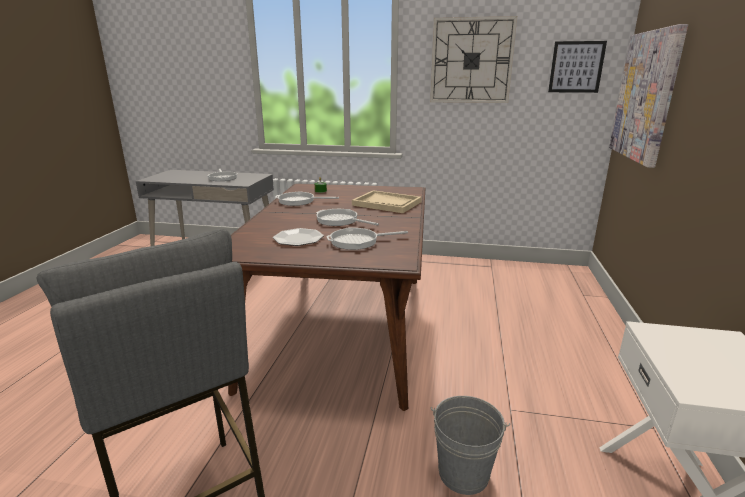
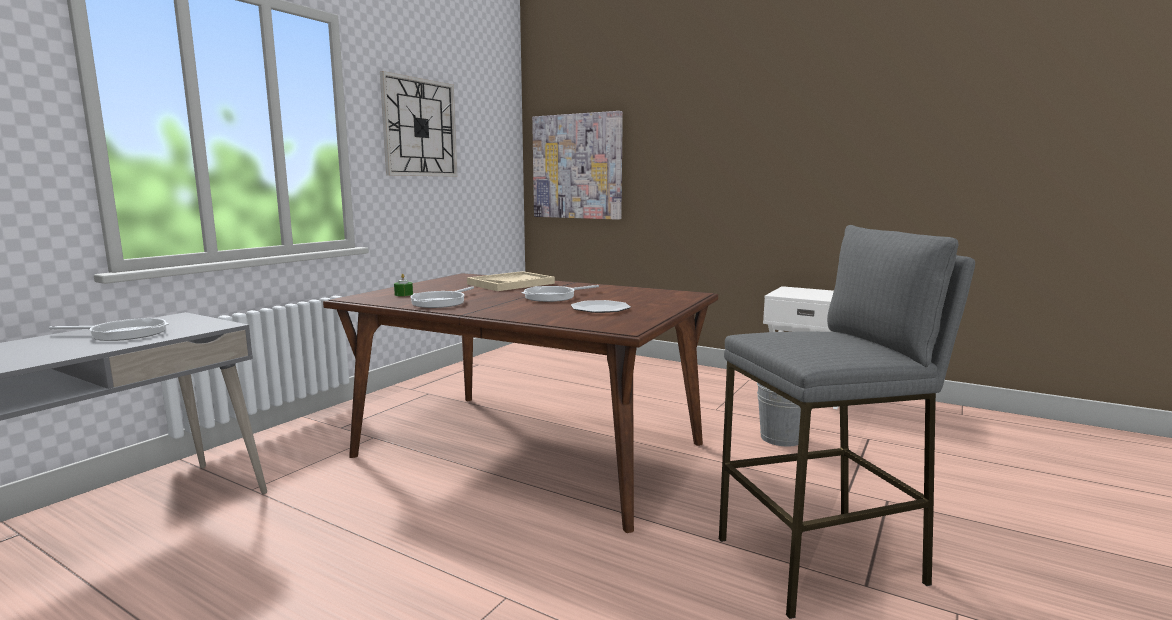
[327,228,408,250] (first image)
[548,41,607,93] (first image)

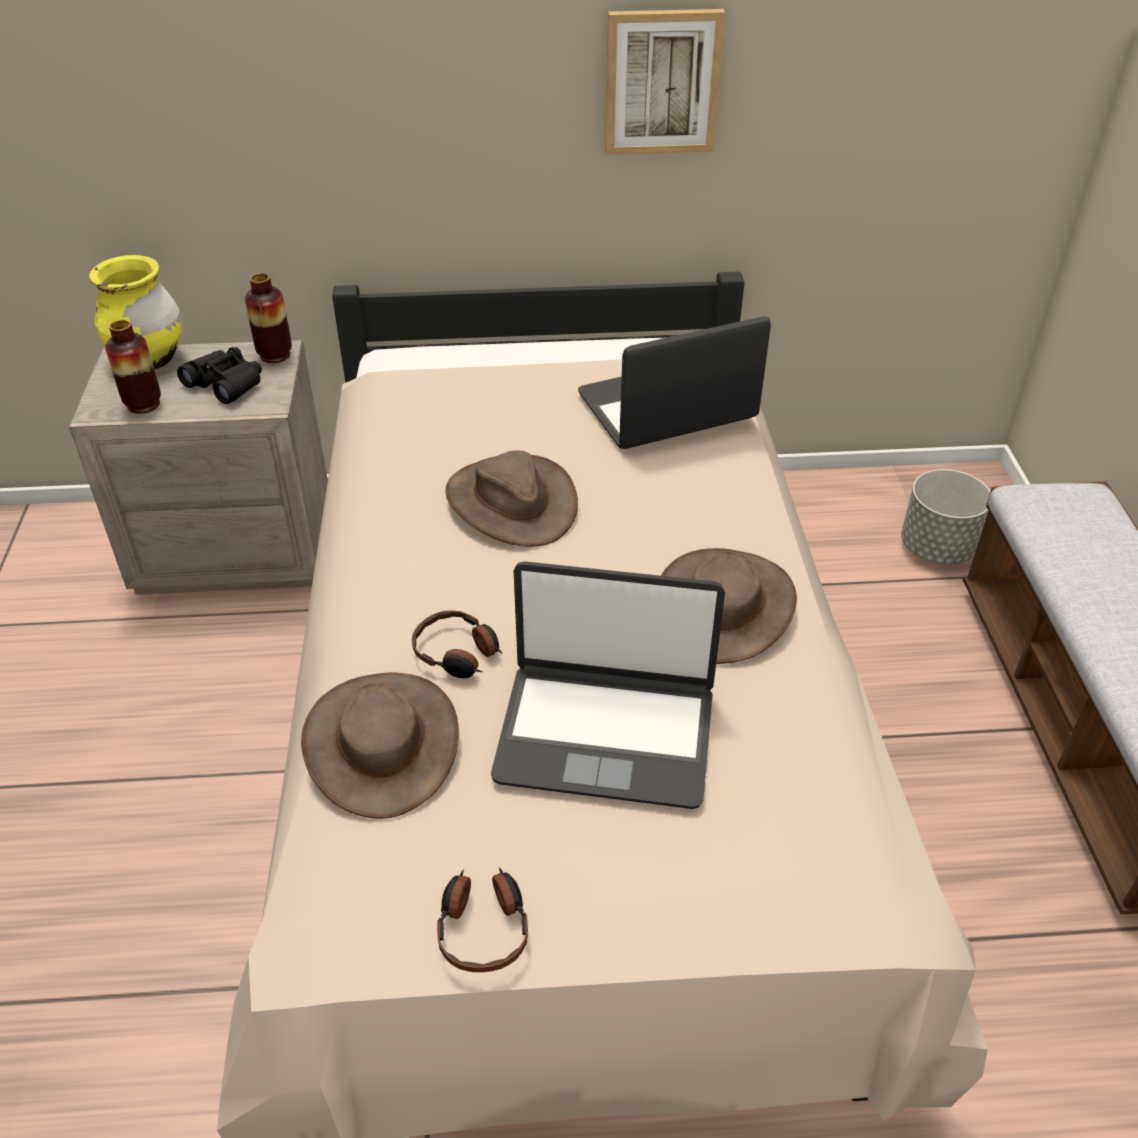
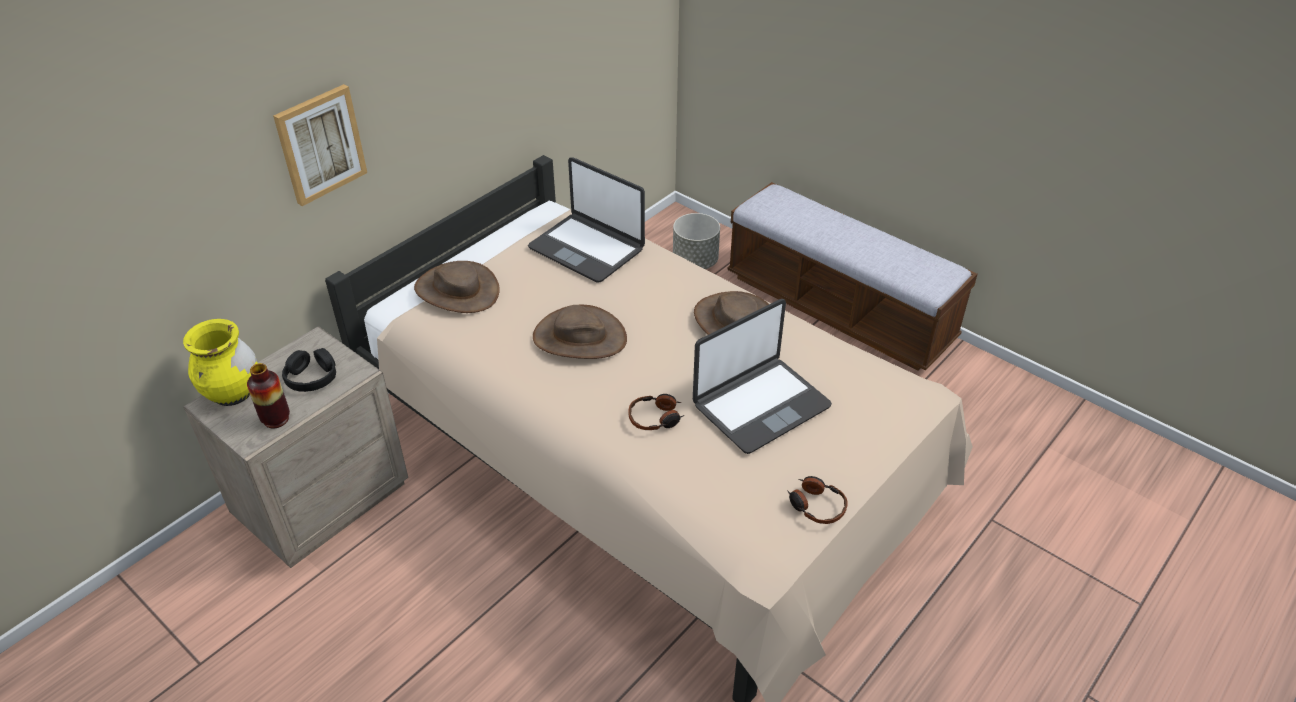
[282,348,336,392]
[245,273,292,363] (first image)
[414,261,500,313]
[528,157,645,283]
[273,84,367,206]

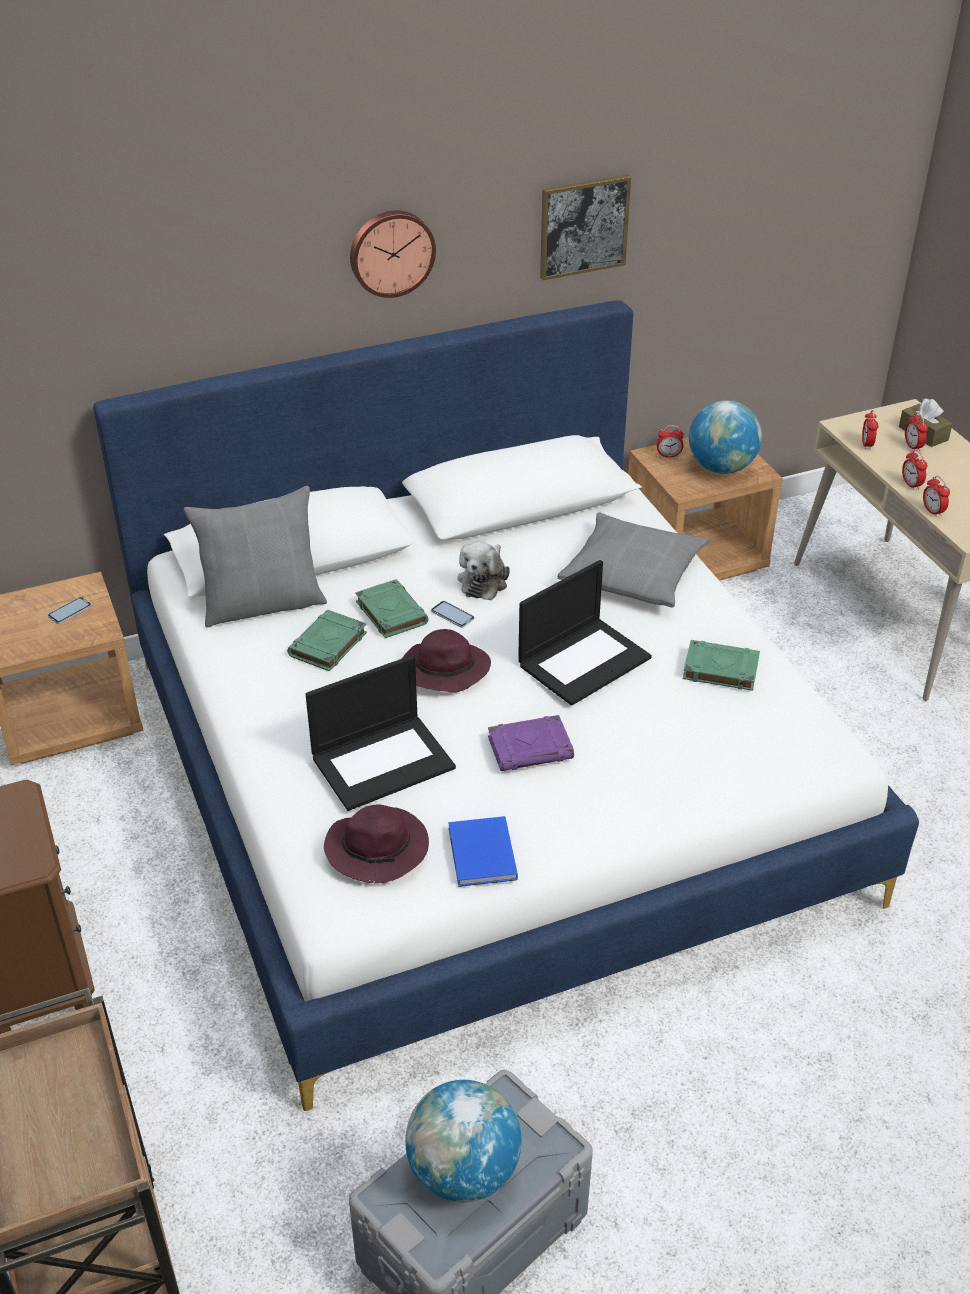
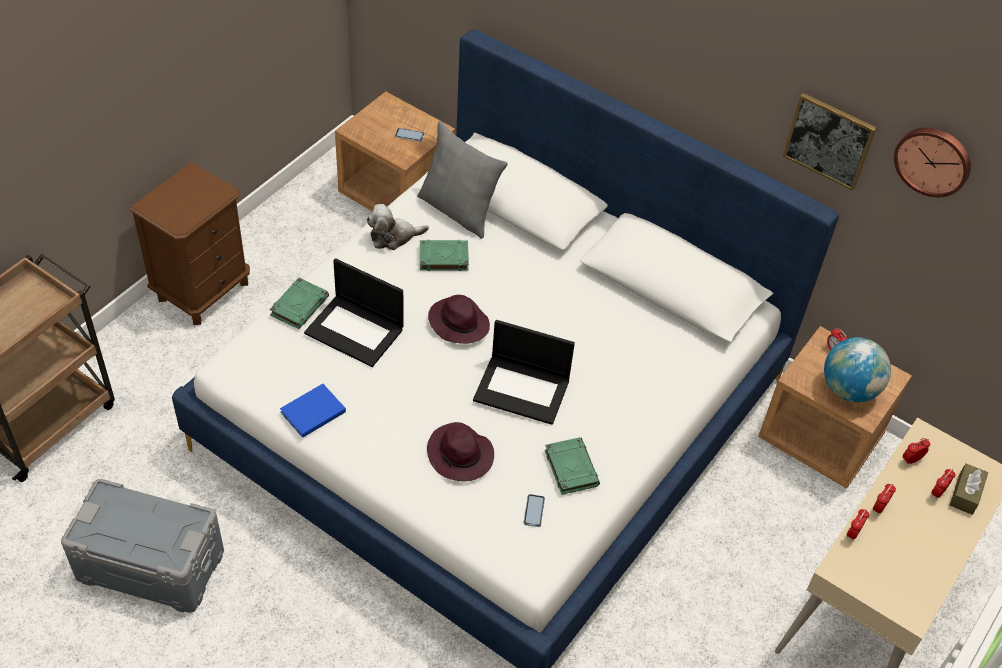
[427,422,494,482]
[894,128,971,197]
[269,278,329,329]
[405,1080,521,1202] (first image)
[524,494,545,527]
[367,204,429,250]
[488,715,574,771] (first image)
[558,512,709,607] (first image)

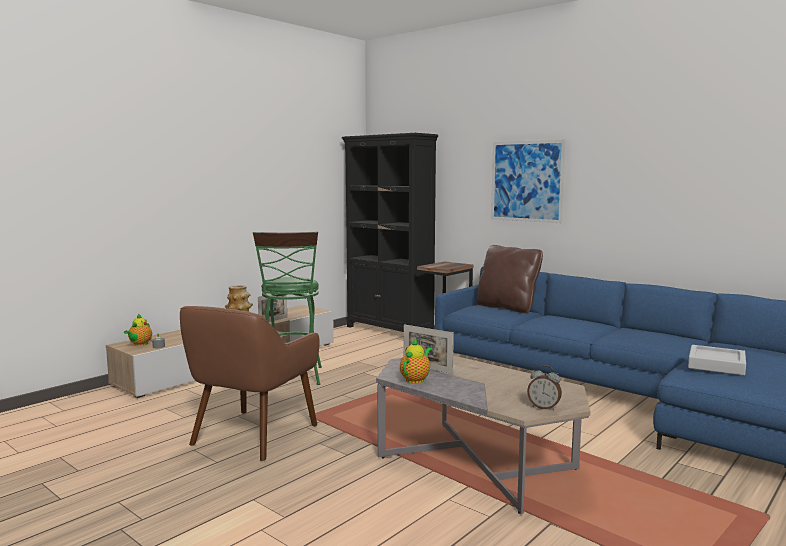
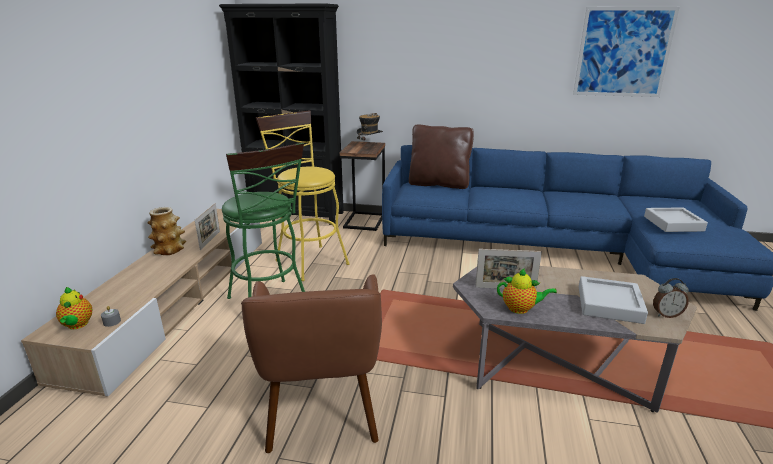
[497,268,557,314]
[573,7,680,97]
[256,110,350,281]
[357,113,383,149]
[579,276,648,324]

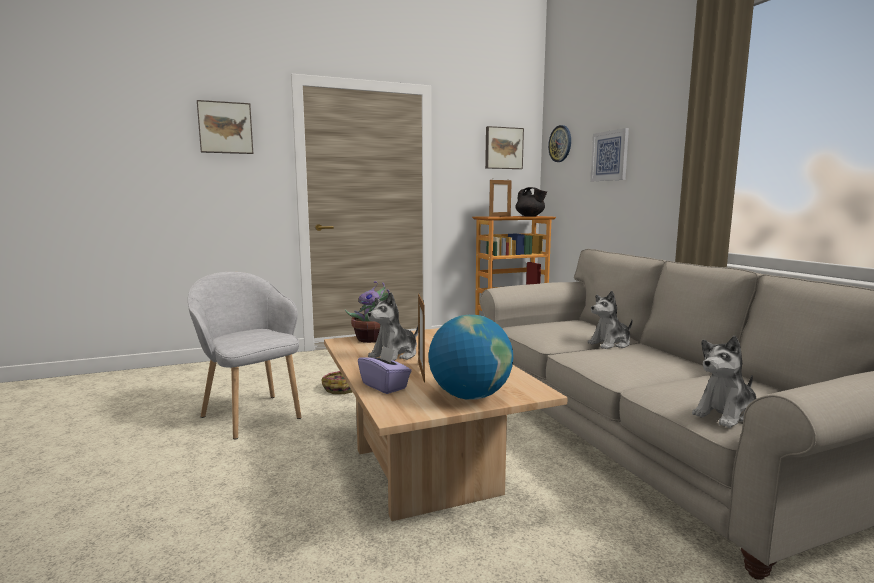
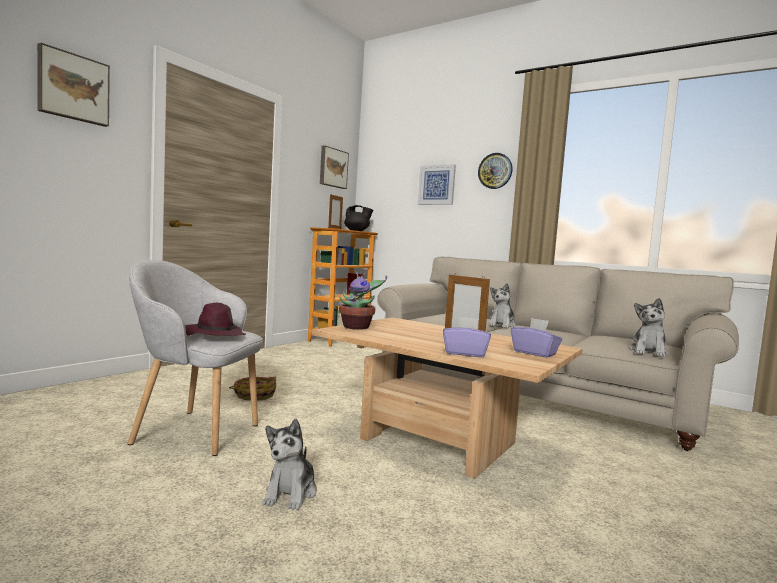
[262,419,317,510]
[511,318,562,357]
[478,153,512,189]
[185,303,245,336]

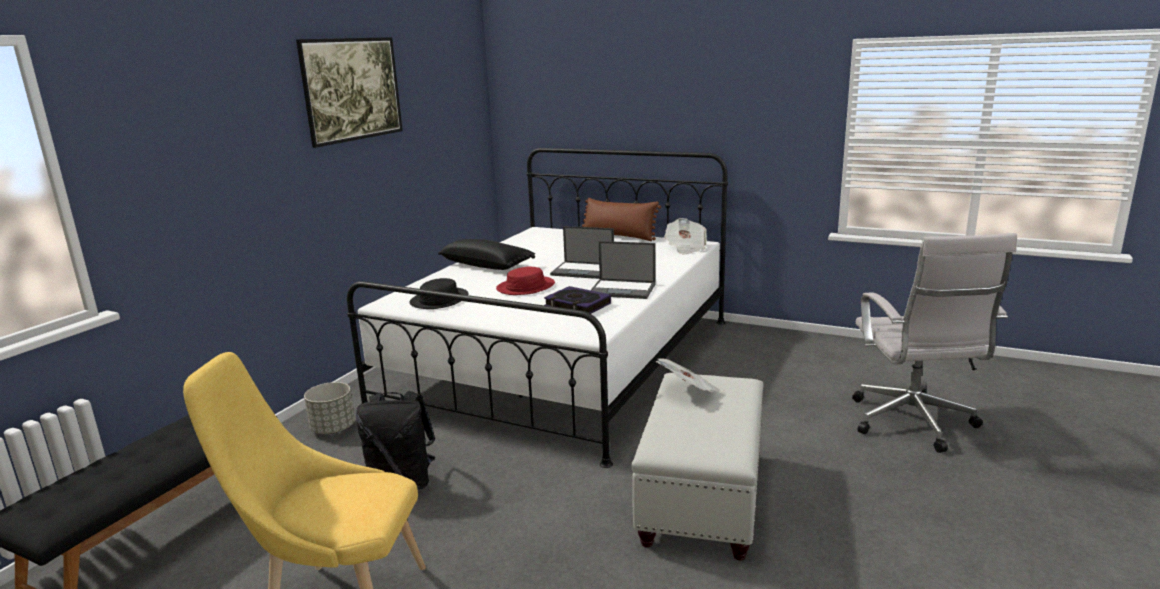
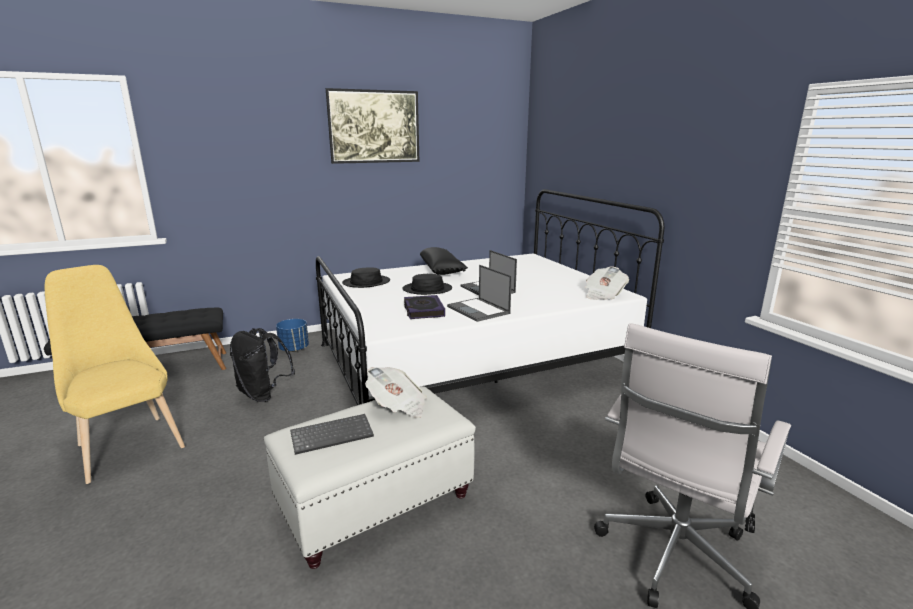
[276,319,309,352]
[402,274,452,295]
[582,198,661,241] (first image)
[290,414,374,455]

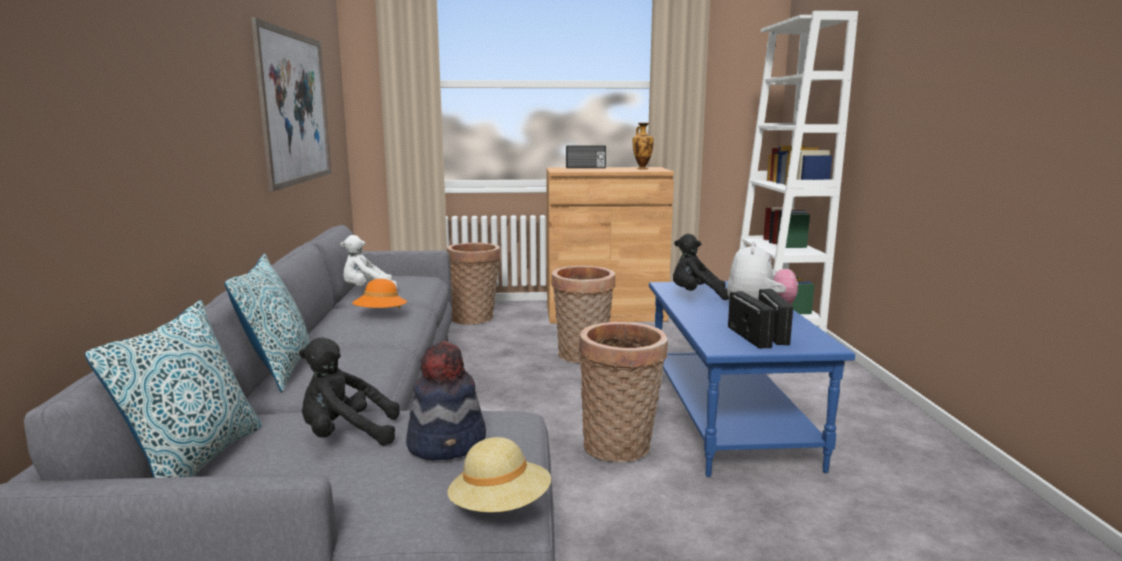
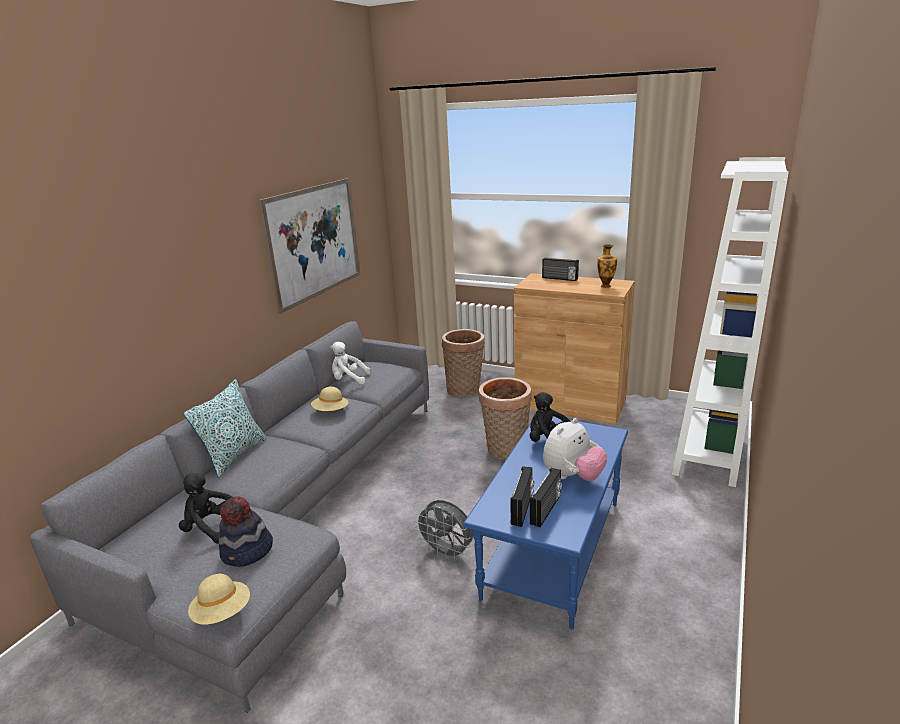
[85,300,262,478] (first image)
[311,387,348,411]
[414,500,473,561]

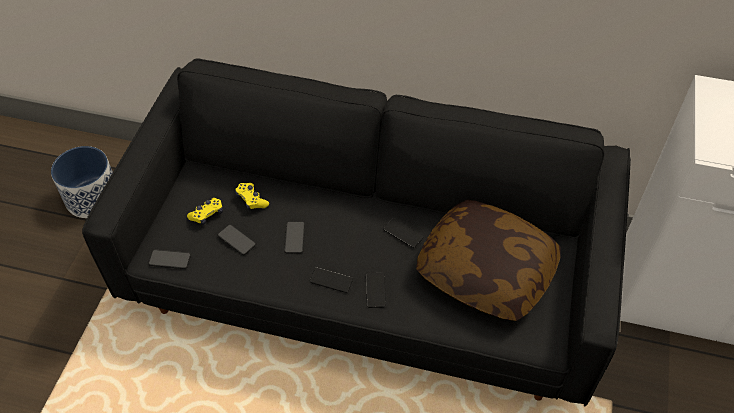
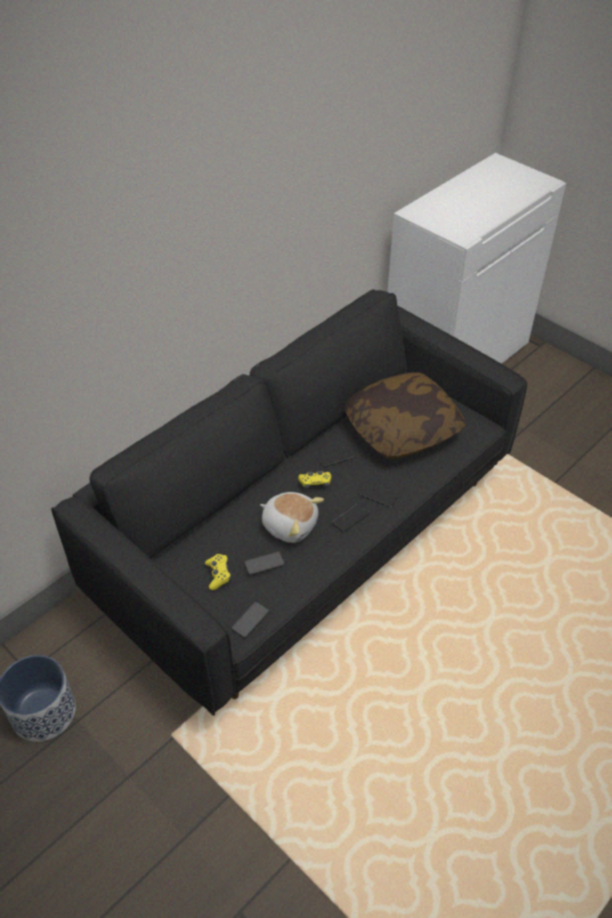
[298,471,331,489]
[260,492,324,543]

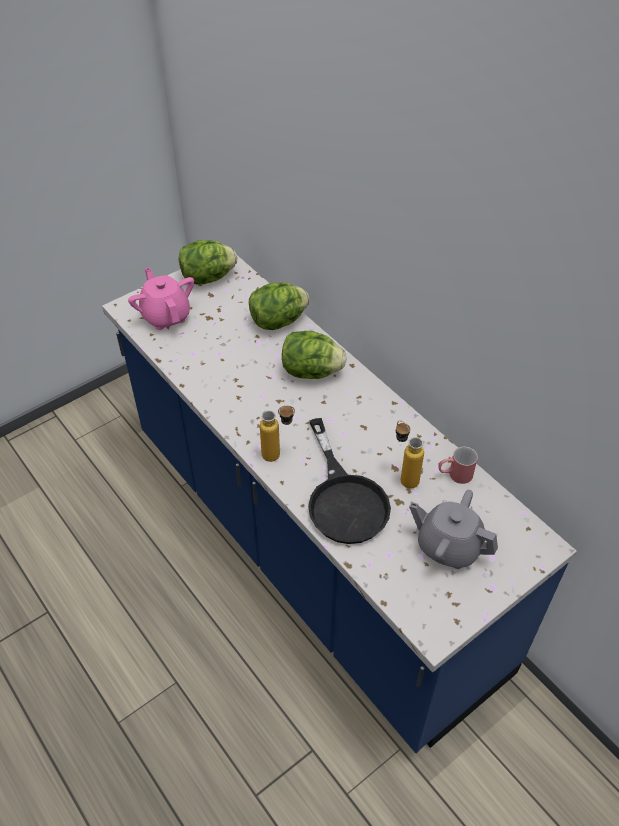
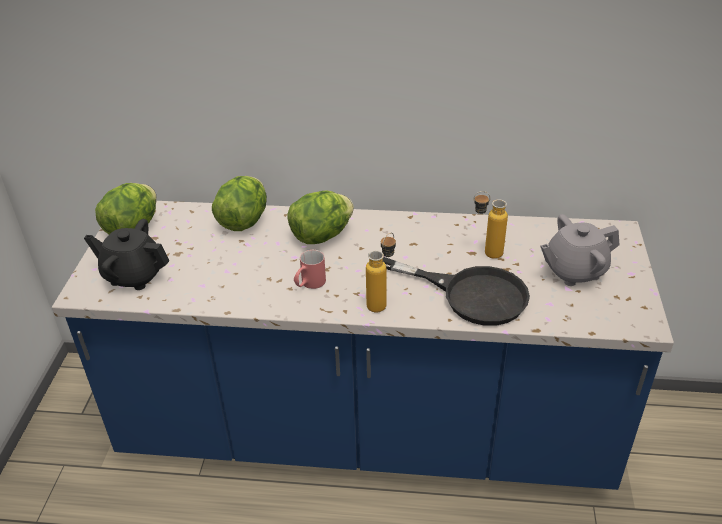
[84,219,170,290]
[294,250,326,289]

